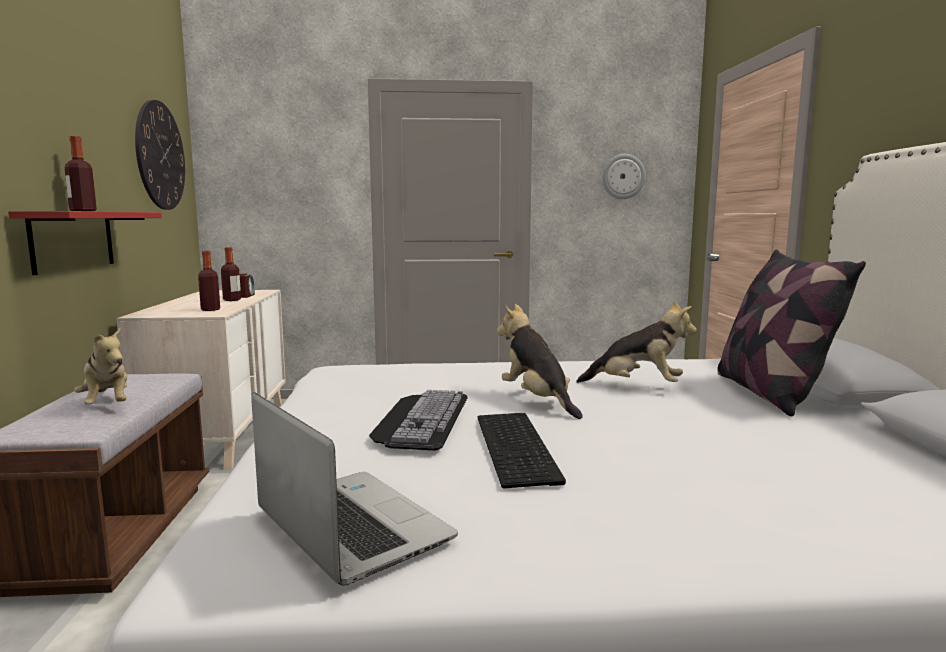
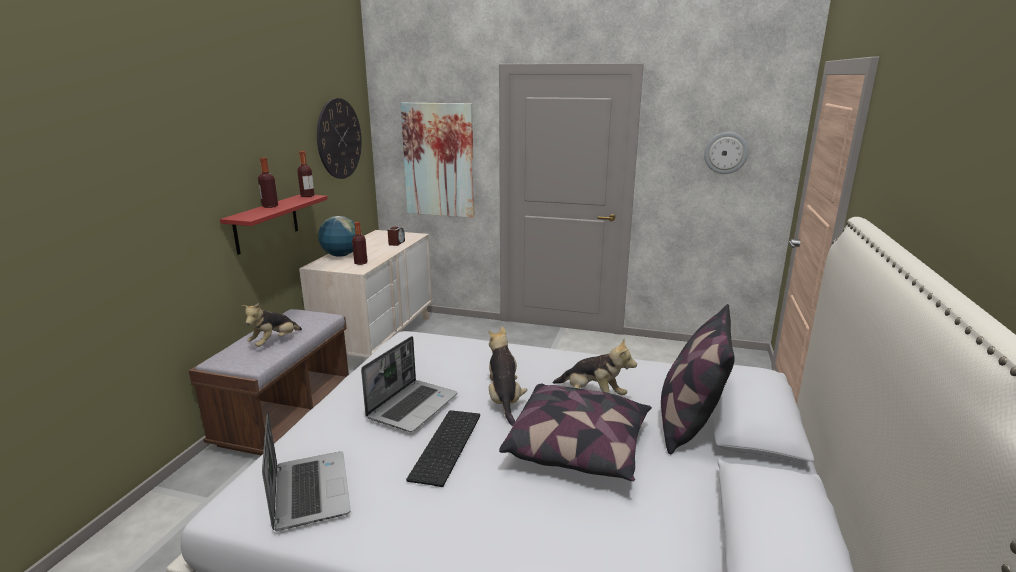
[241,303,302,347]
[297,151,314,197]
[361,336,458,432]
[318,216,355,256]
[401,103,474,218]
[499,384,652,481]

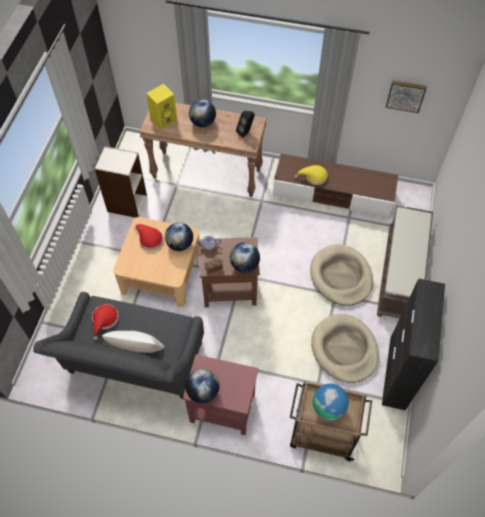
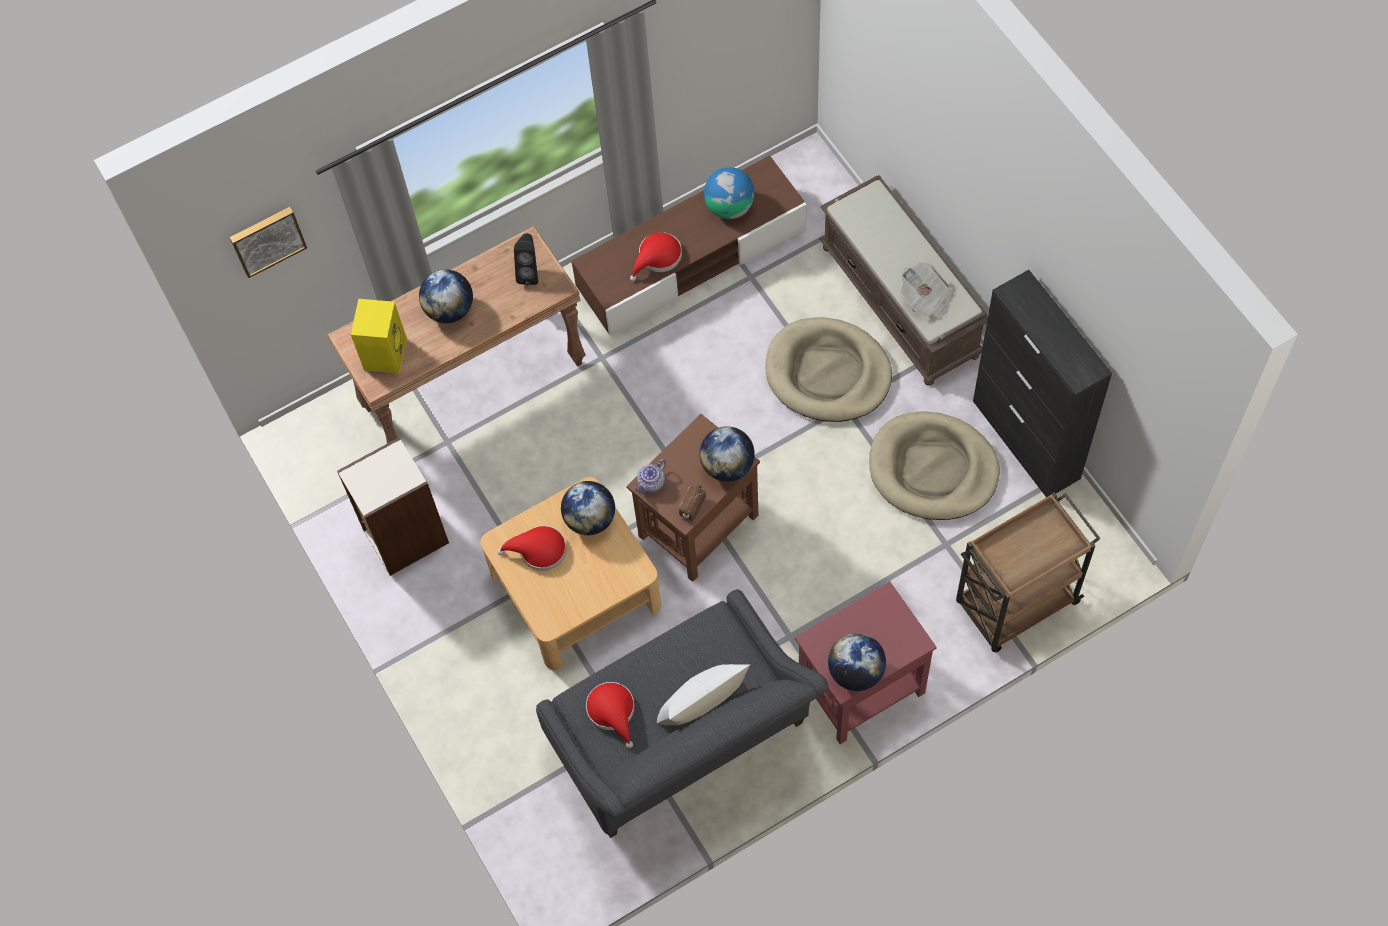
[630,232,682,281]
[704,167,754,219]
[230,207,307,278]
[901,263,953,319]

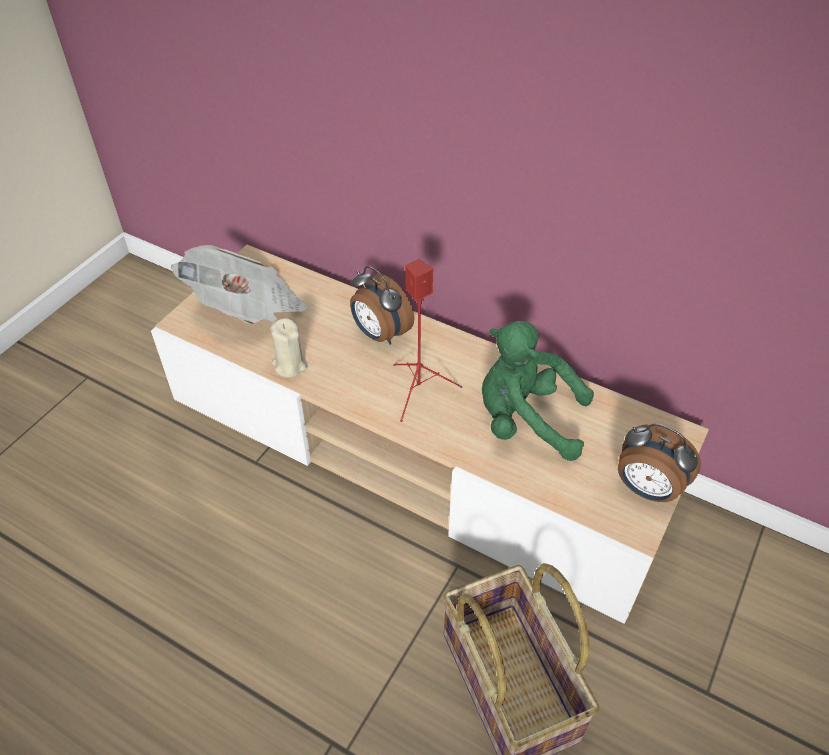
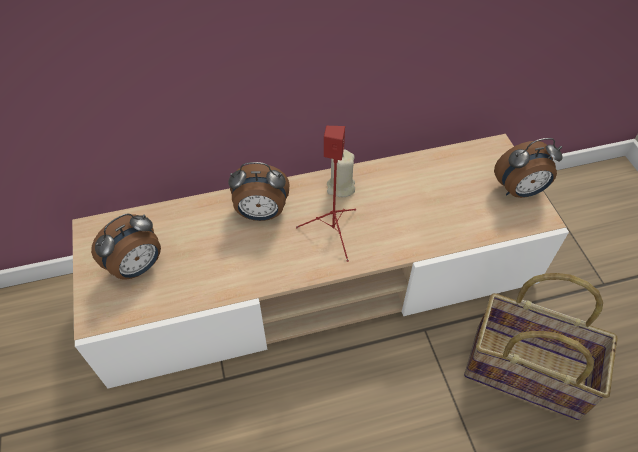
[91,213,161,280]
[327,149,355,197]
[482,321,594,461] (first image)

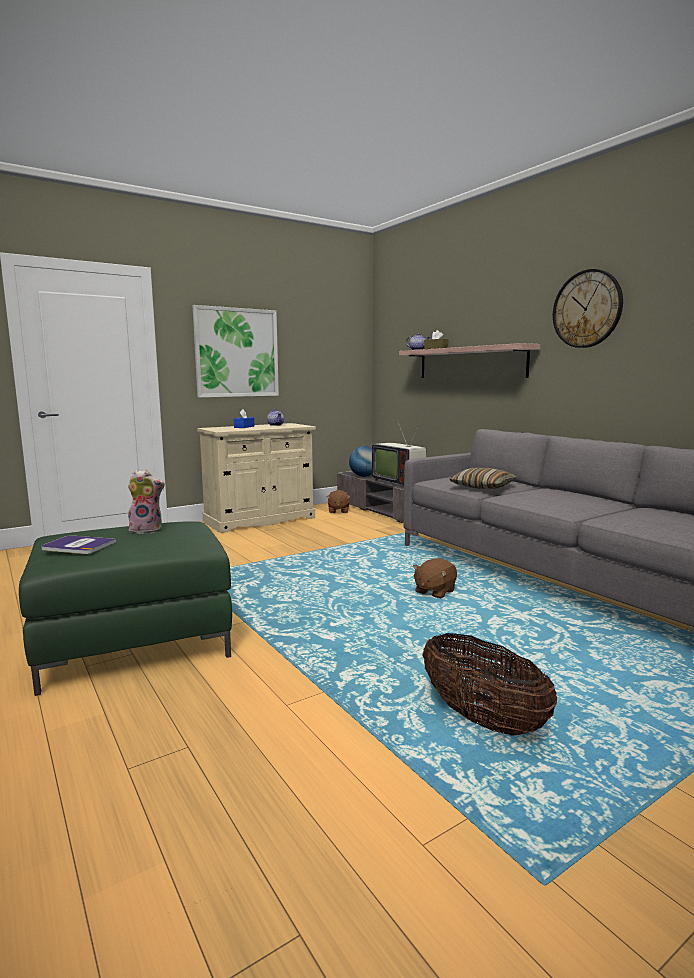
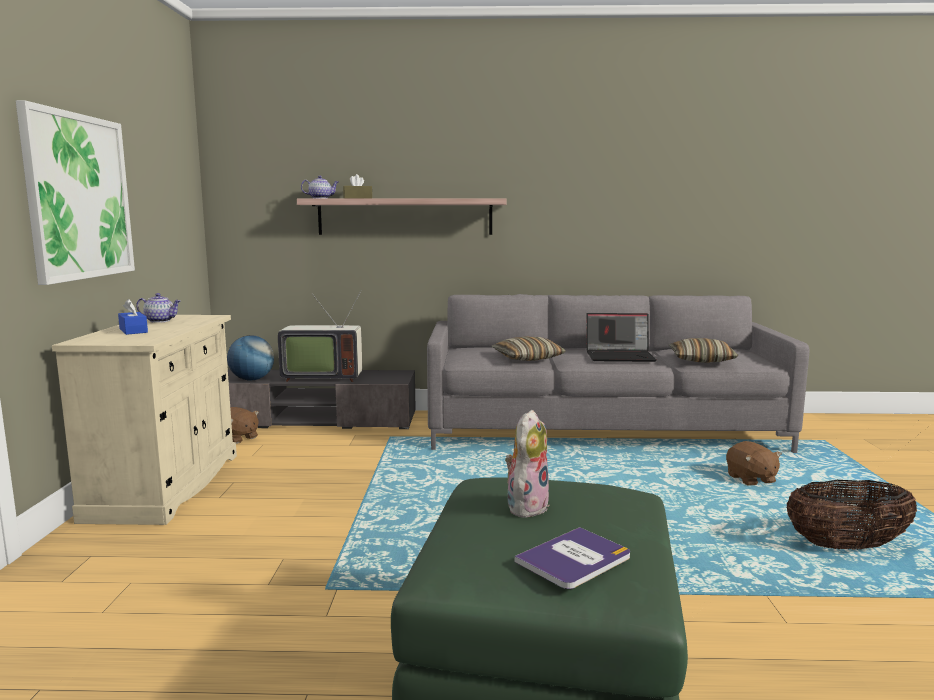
[726,441,782,486]
[553,269,623,348] (first image)
[586,313,657,362]
[669,338,738,363]

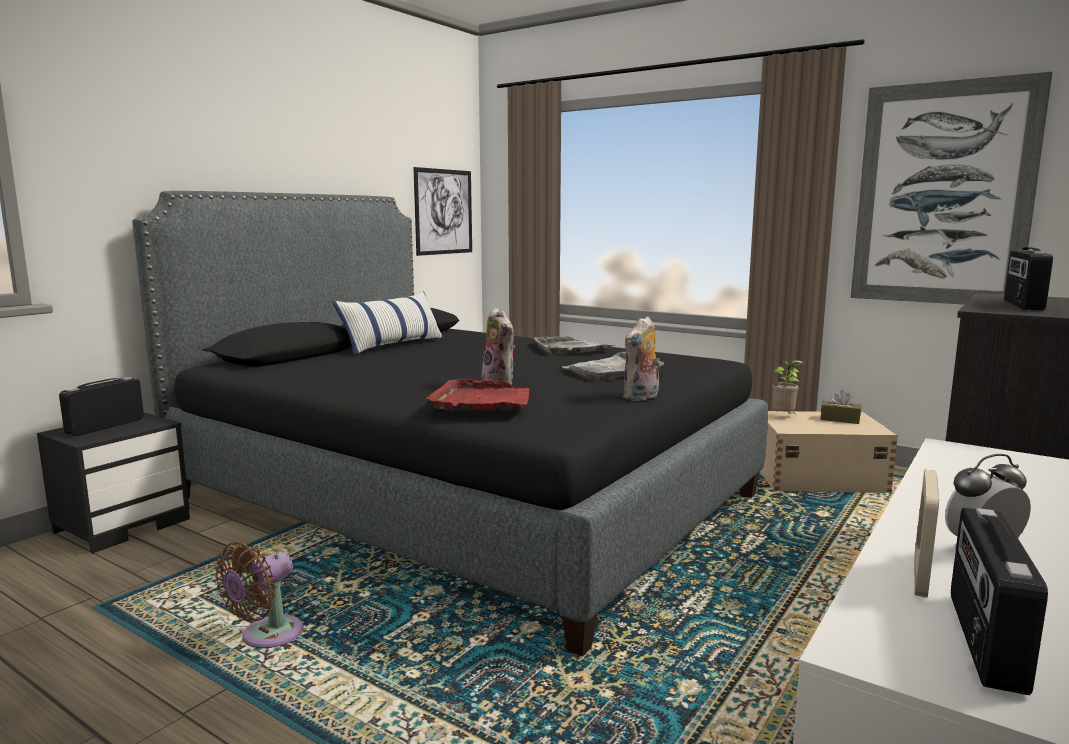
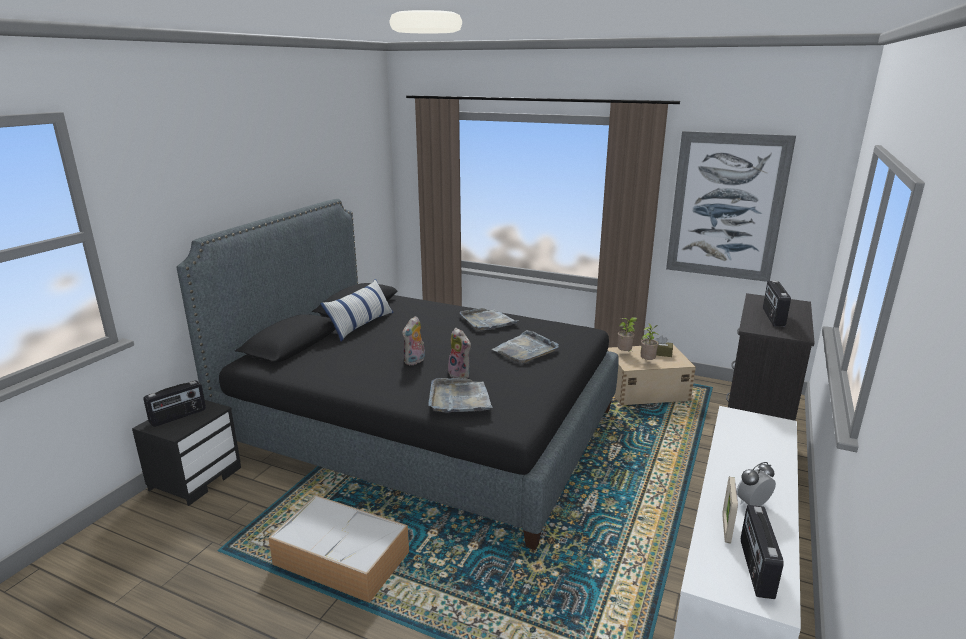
[143,380,206,427]
[268,495,409,603]
[413,167,472,256] (first image)
[428,378,493,413]
[402,316,425,365]
[641,323,659,360]

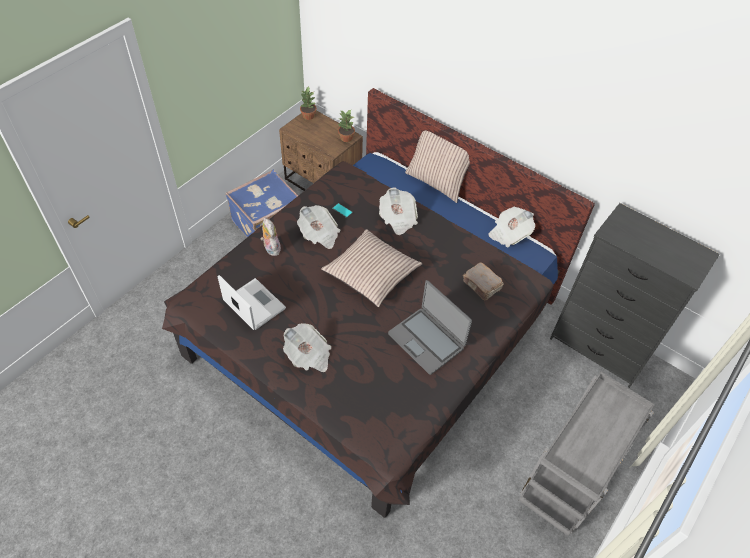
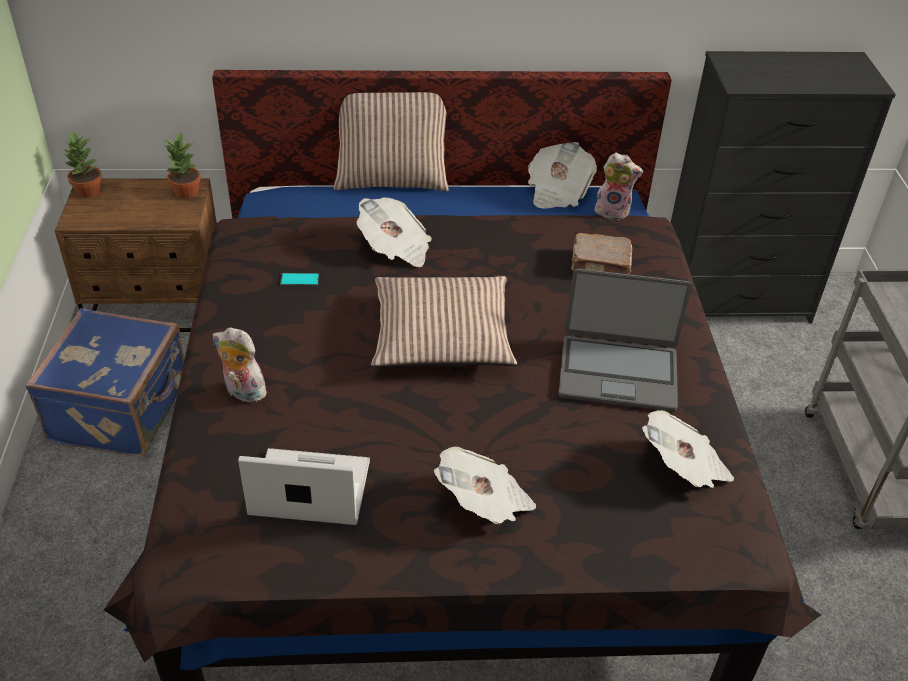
[642,410,734,488]
[595,153,643,220]

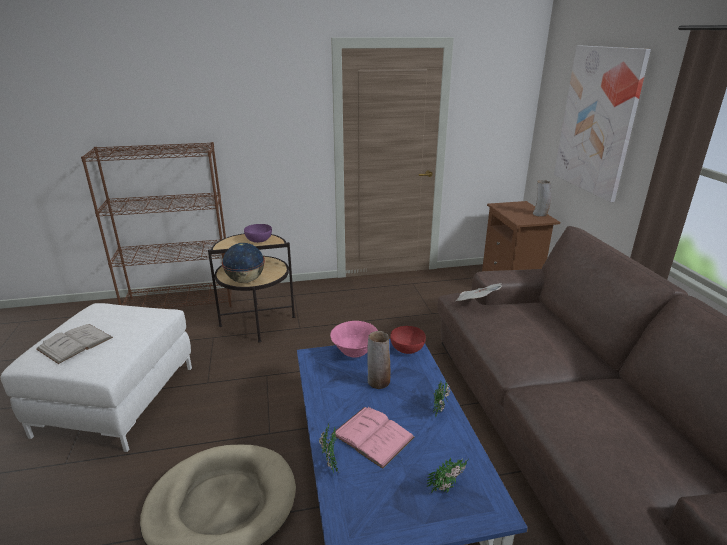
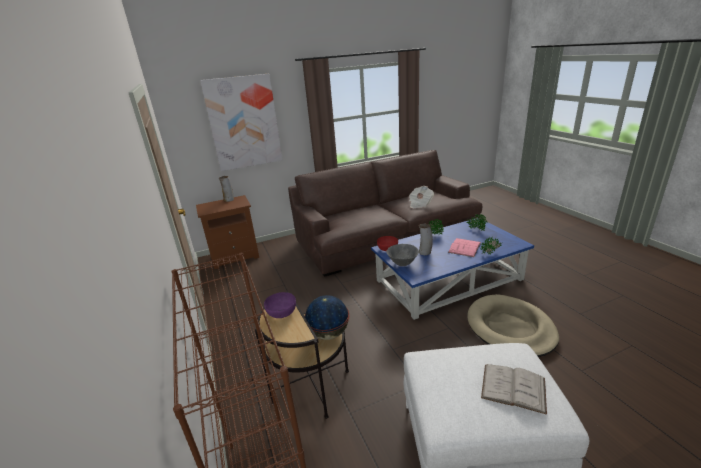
[386,244,419,266]
[409,186,434,208]

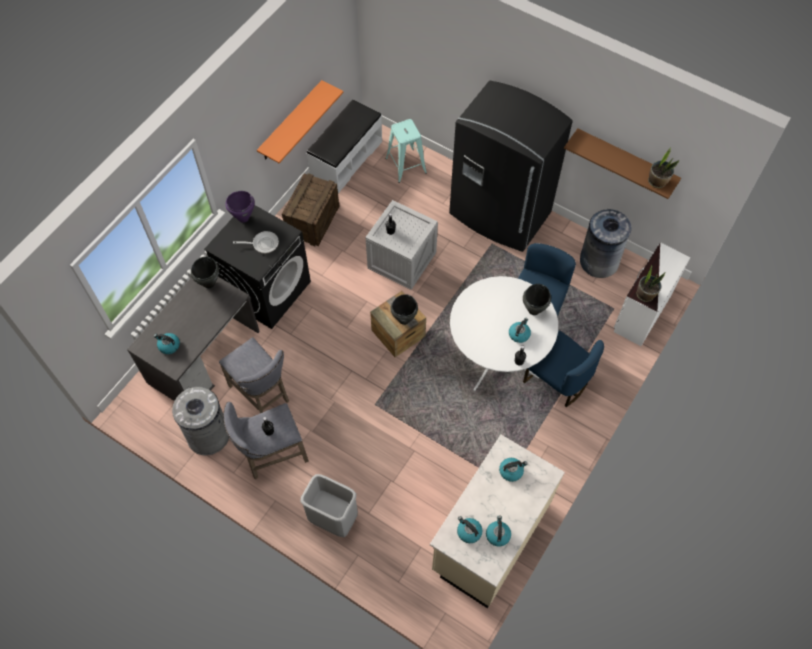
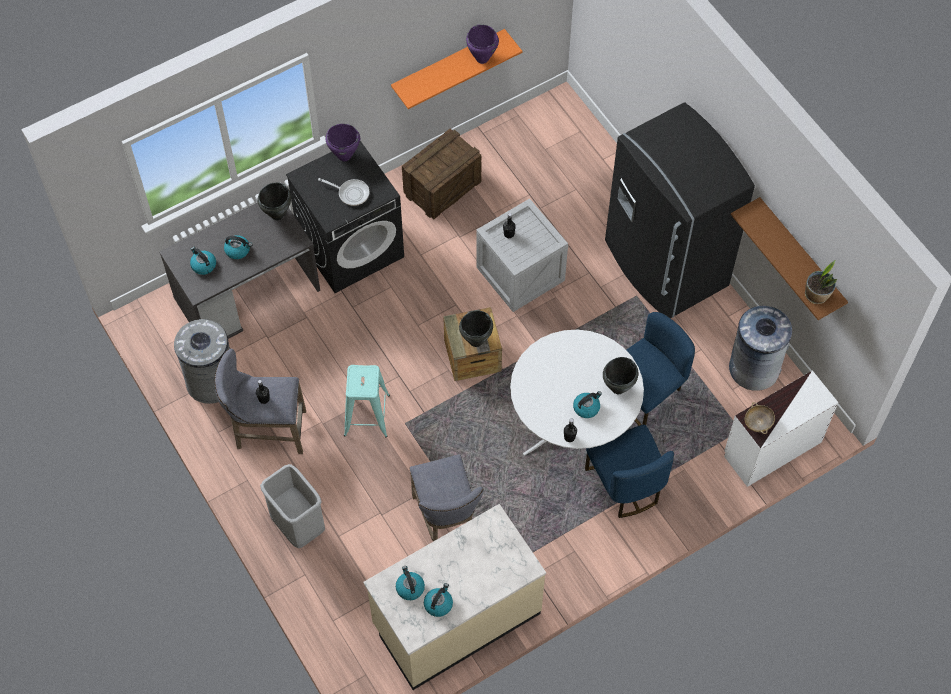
[409,454,484,542]
[306,99,382,194] (first image)
[344,365,390,437]
[224,235,252,259]
[745,402,775,434]
[466,24,499,64]

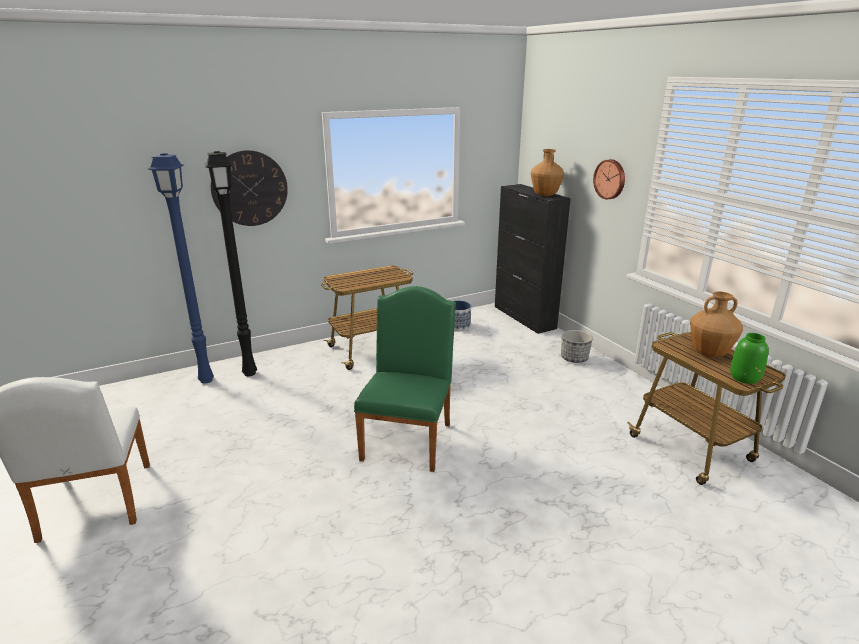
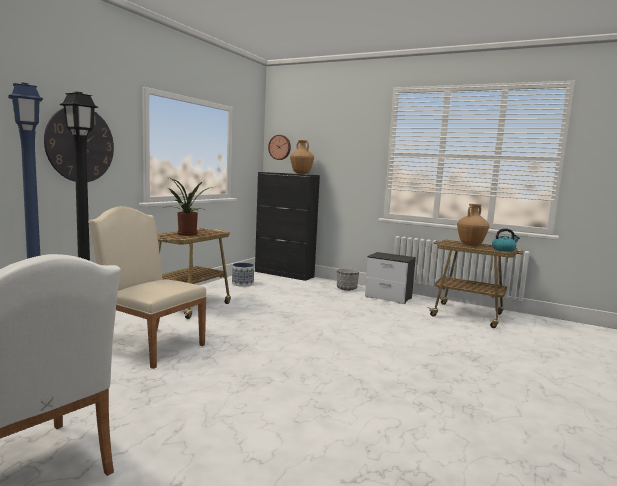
[354,286,456,472] (first image)
[268,135,291,160]
[492,228,520,252]
[88,206,207,369]
[163,178,212,236]
[365,252,416,304]

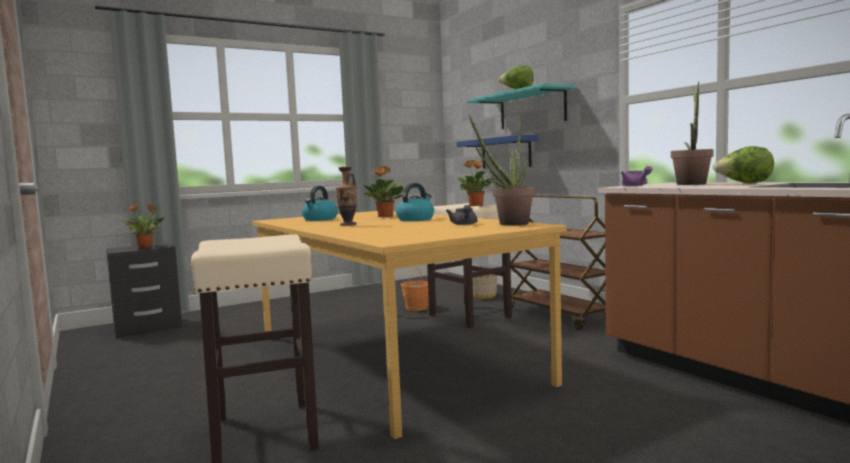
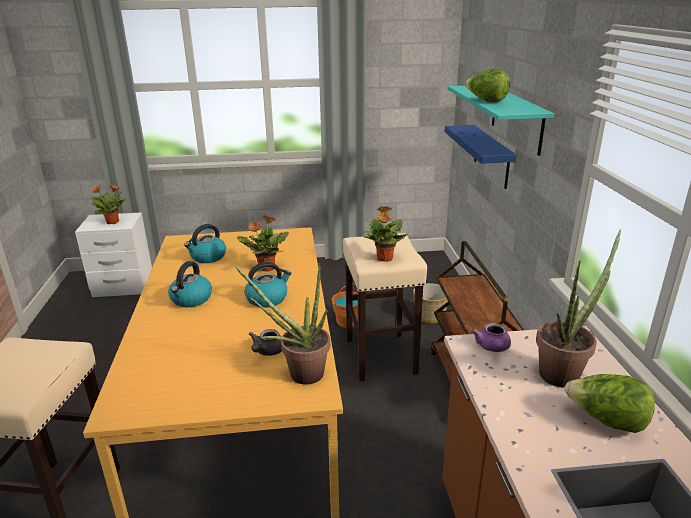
[75,212,152,297]
[168,261,212,307]

